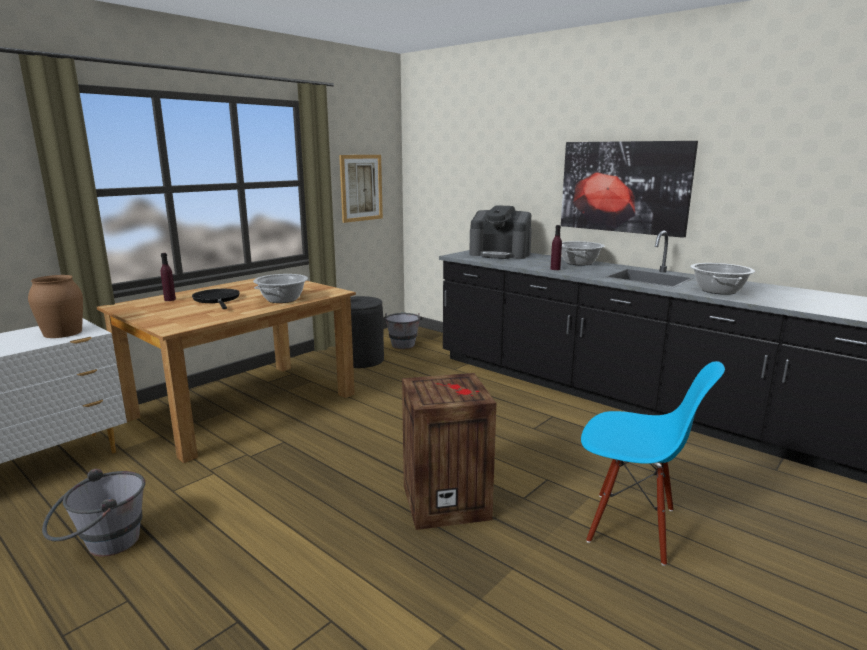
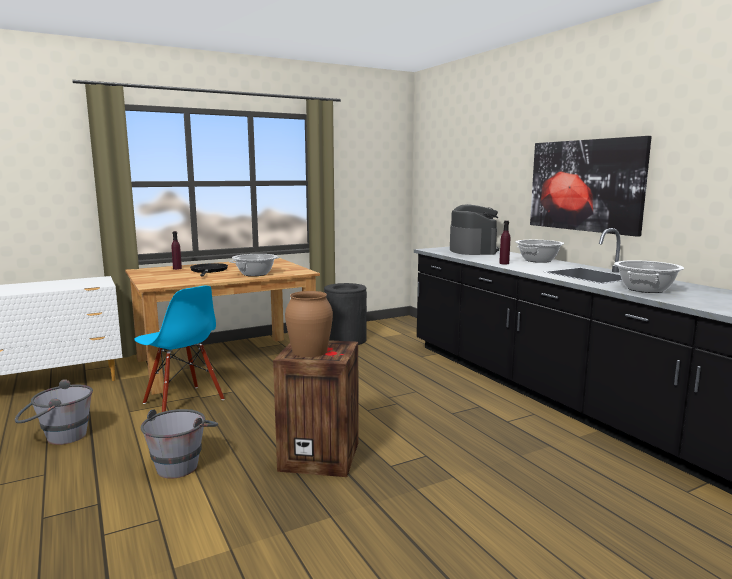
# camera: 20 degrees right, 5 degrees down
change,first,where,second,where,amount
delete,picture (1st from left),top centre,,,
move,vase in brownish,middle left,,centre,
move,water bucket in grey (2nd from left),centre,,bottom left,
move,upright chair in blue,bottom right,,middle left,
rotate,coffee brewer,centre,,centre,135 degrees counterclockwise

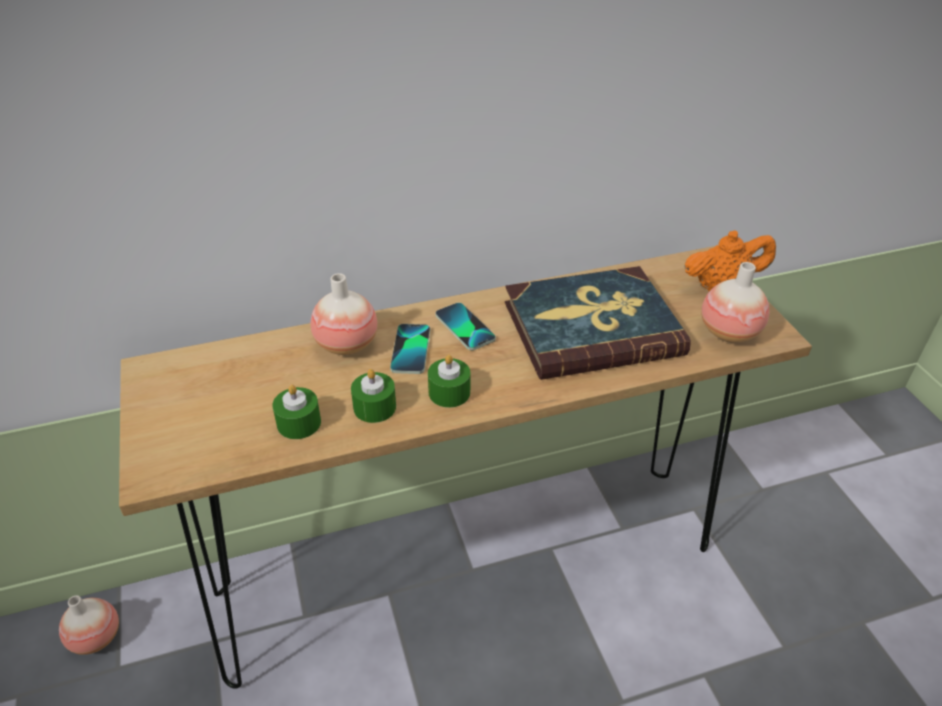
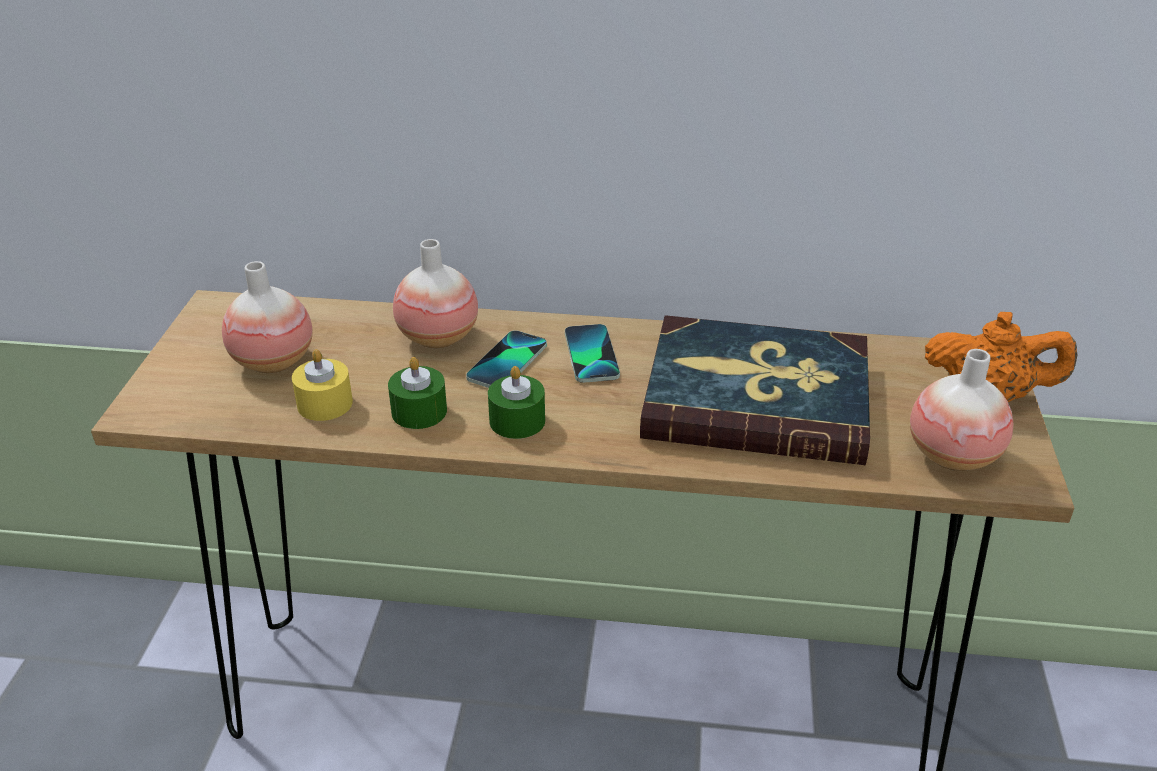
# camera: 25 degrees right, 5 degrees down
change,first,where,second,where,amount
move,vase (1st from left),bottom left,,middle left,
recolor,wax candle in green (1st from left),middle left,wax candle in yellow,middle left,

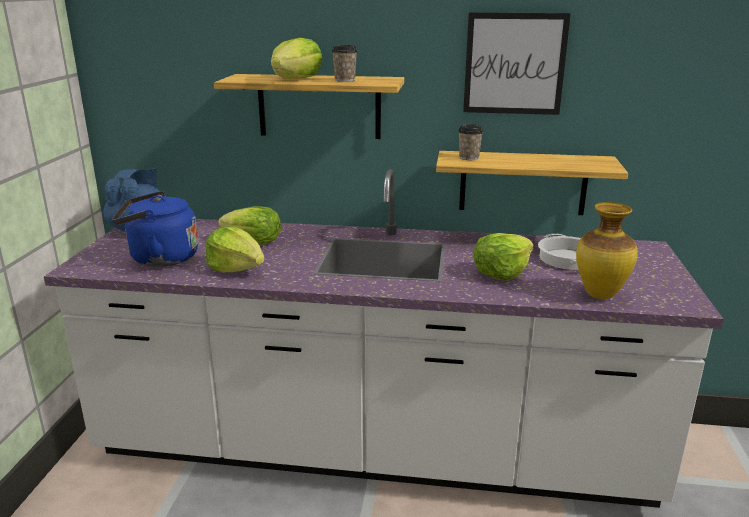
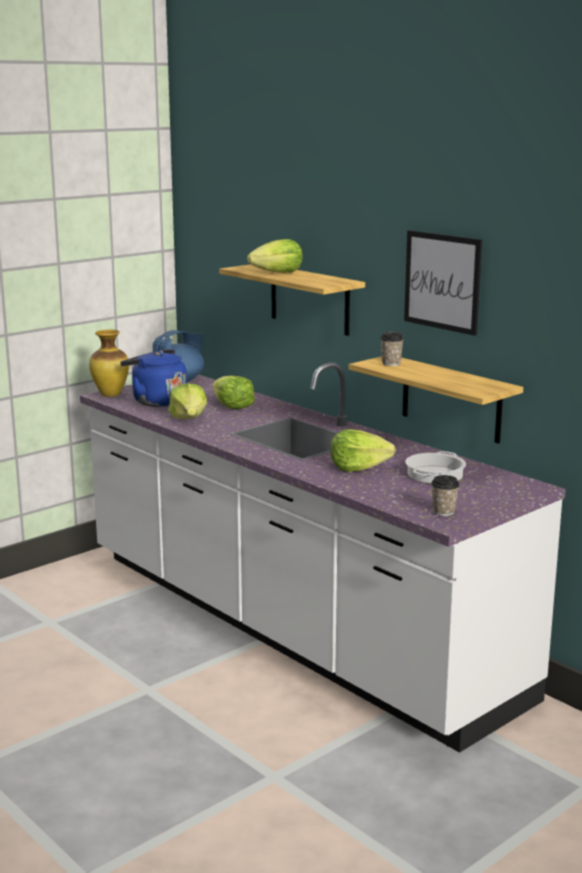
# camera: 40 degrees right, 5 degrees down
change,first,where,second,where,amount
move,small cup (1st from left in the first image),top centre,small cup (2nd from left),middle right,
move,vase,middle right,,middle left,

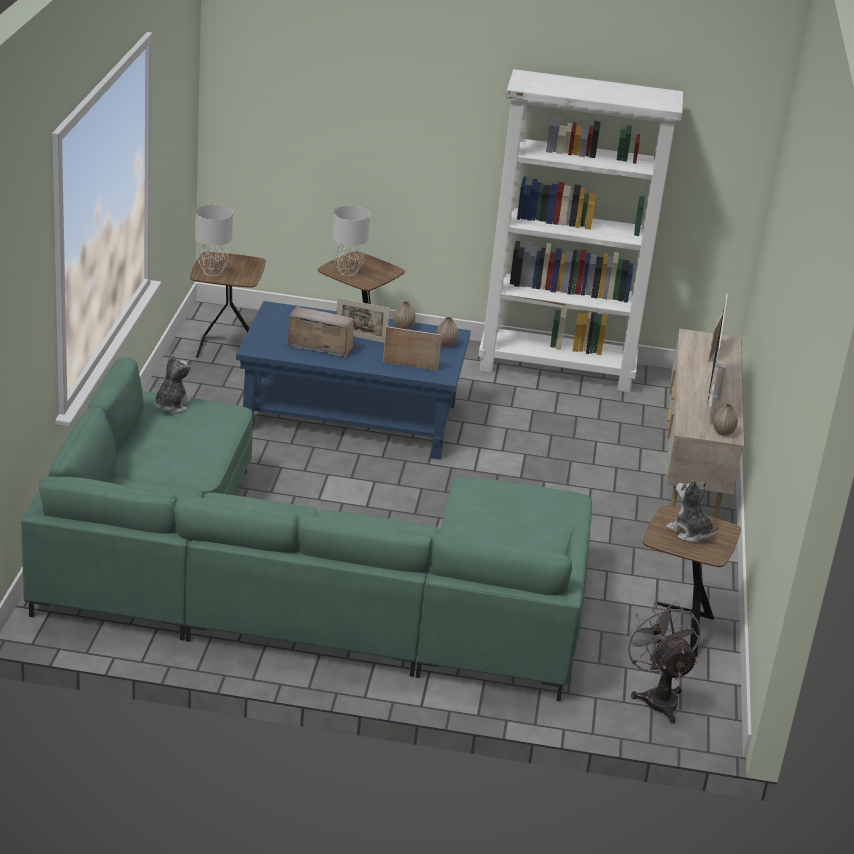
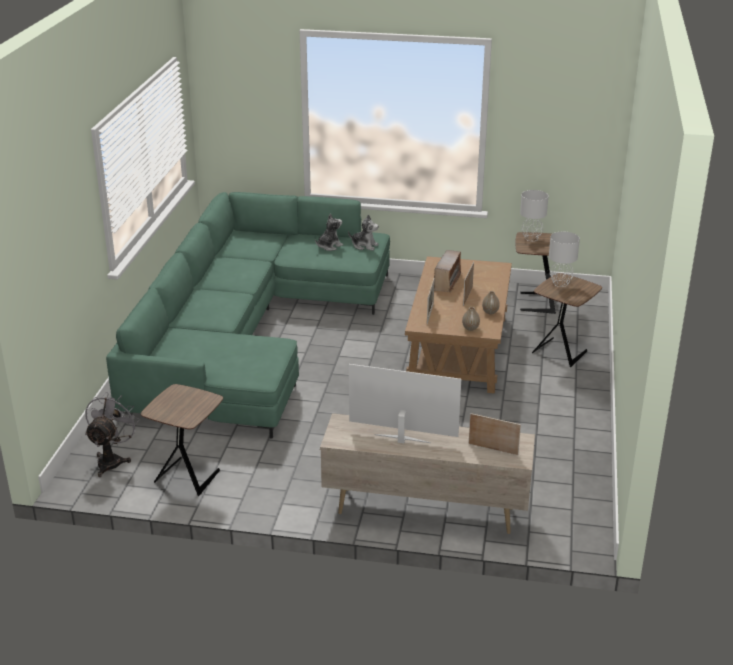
# camera: 95 degrees right, 0 degrees up
change,first,where,second,where,amount
delete,shelving unit in white,top right,,,
delete,vase (3rd from left),middle right,,,
move,plush toy (2nd from left in the first image),middle right,plush toy (1st from left),centre,
recolor,coffee table in blue,centre,coffee table in brownish,centre,
rotate,fan in grey,bottom right,,middle left,60 degrees counterclockwise

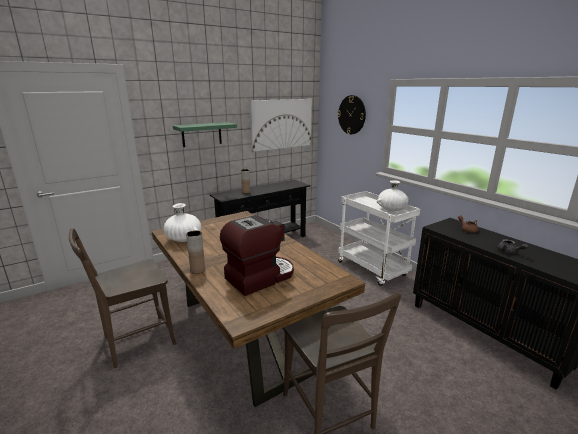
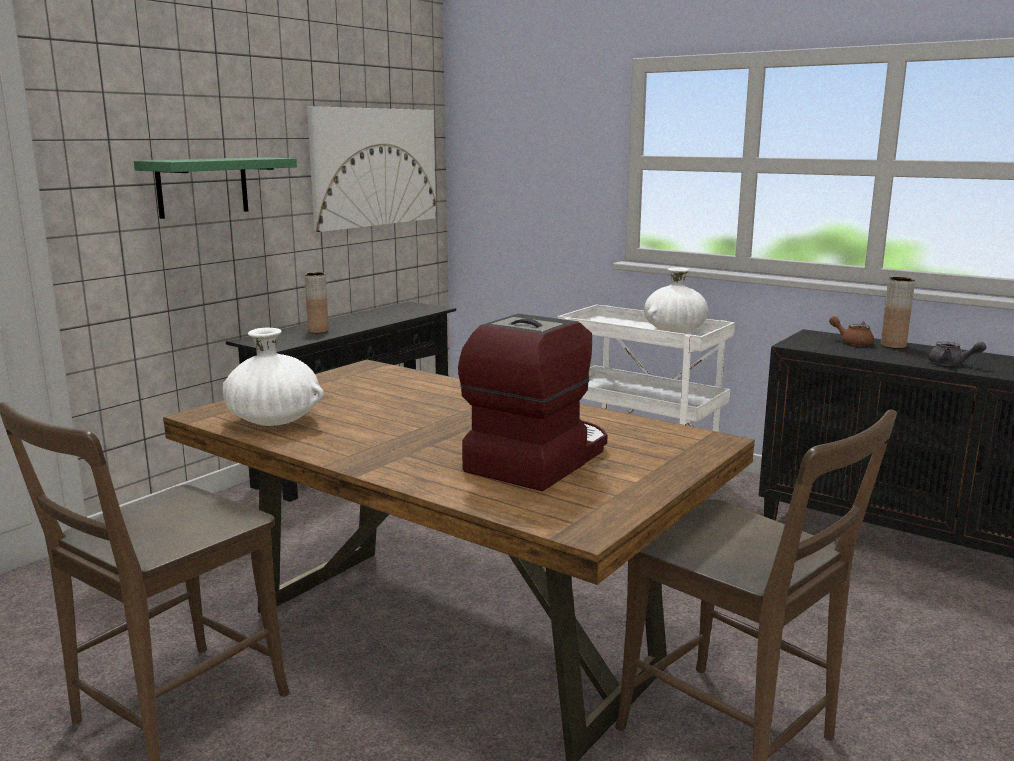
# camera: 20 degrees left, 5 degrees down
change,first,where,second,where,amount
delete,clock on the wall,top centre,,,
move,vase in brownish (1st from left in the first image),centre,vase in brownish (2nd from left),middle right,

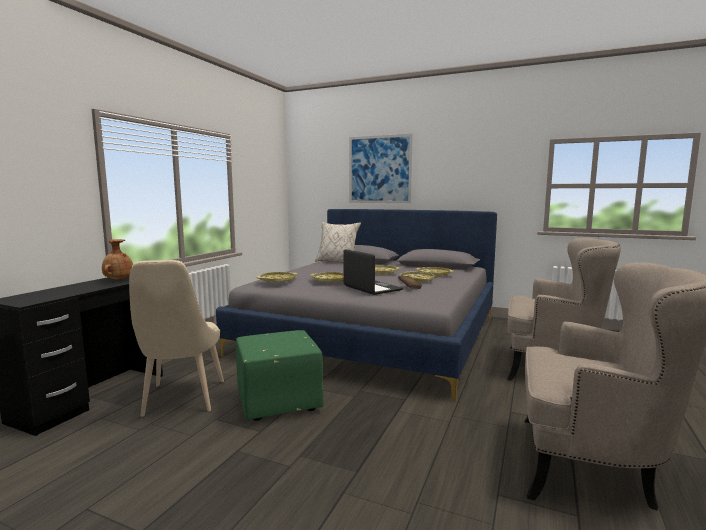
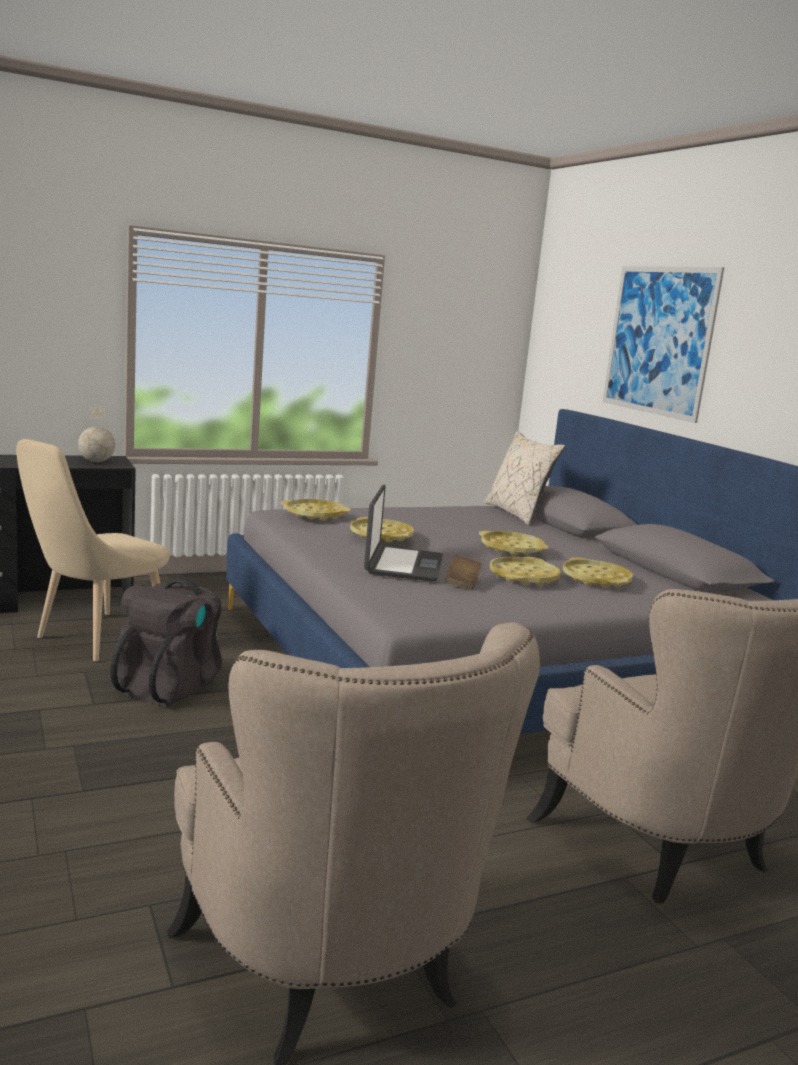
# camera: 40 degrees right, 5 degrees up
change,first,where,second,where,amount
replace,vase in brownish,middle left,world globe,middle left,
replace,ottoman in green,bottom centre,backpack in blackish,middle left,

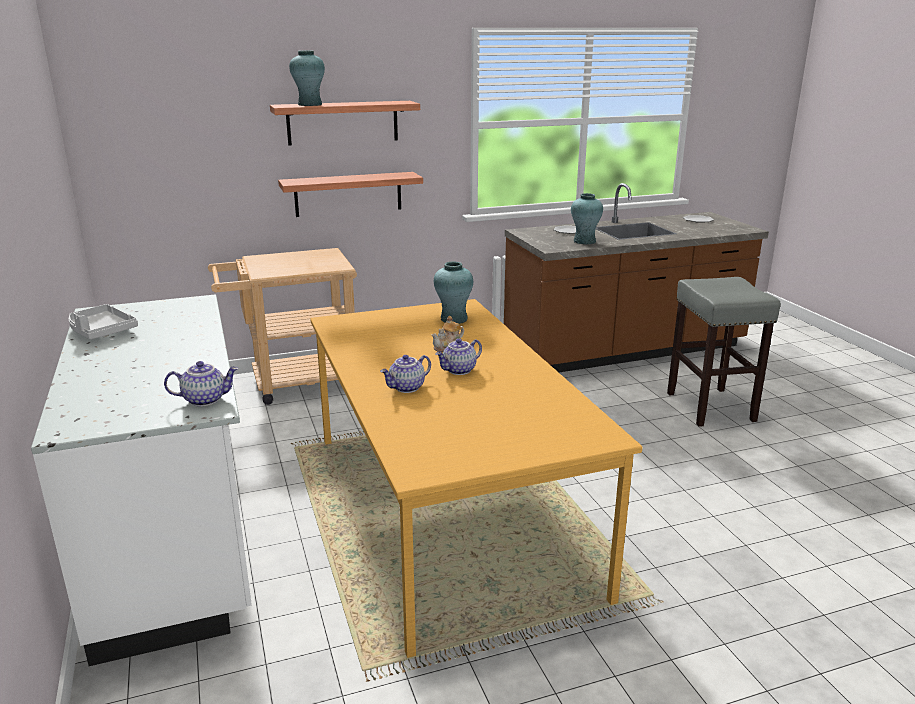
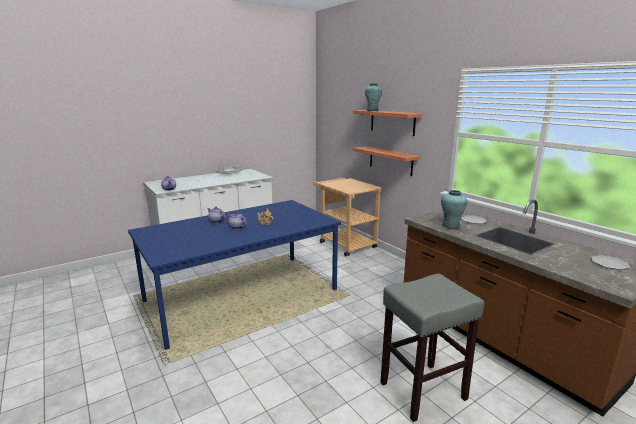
# camera: 75 degrees right, 5 degrees down
change,first,where,second,where,amount
delete,vase in blue-green (2nd from left),centre,,,
recolor,dinner table in orange,bottom centre,dinner table in blue,centre,

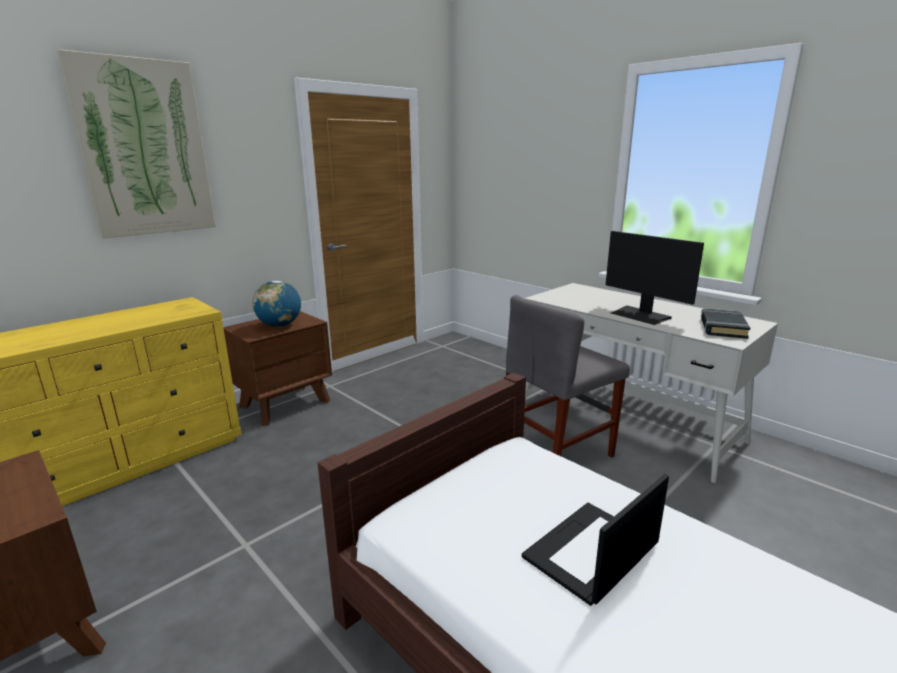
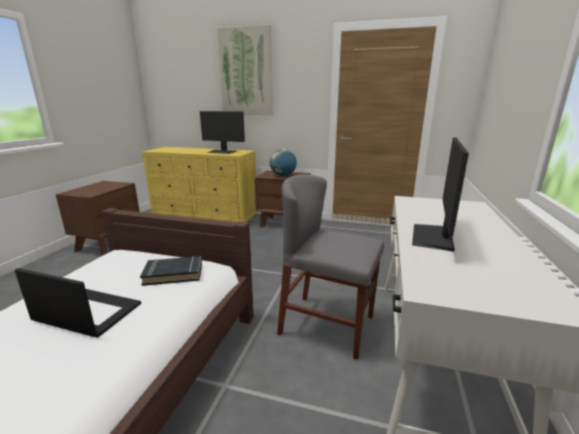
# camera: 60 degrees right, 0 degrees up
change,first,where,second,where,amount
insert,,,computer display (1st from left),top centre,
move,volume in blackish,middle right,,middle left,

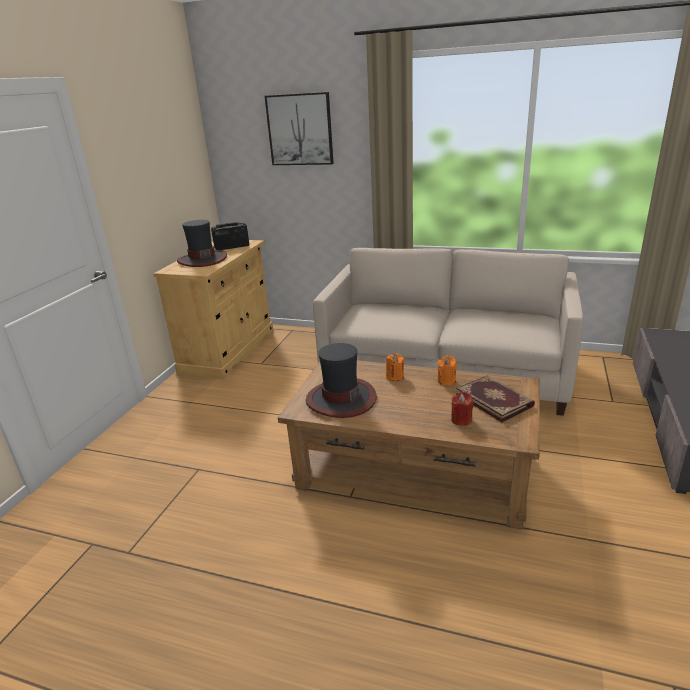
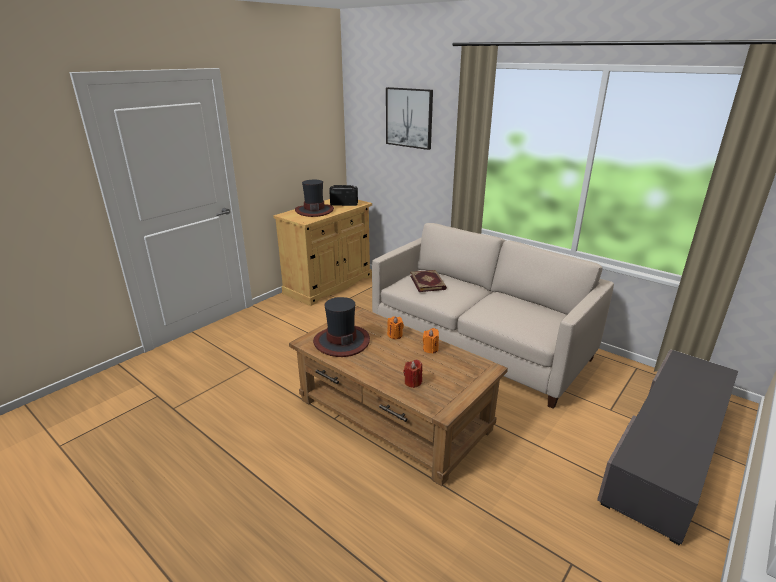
# camera: 20 degrees right, 0 degrees up
change,first,where,second,where,amount
move,volume,middle right,,centre,

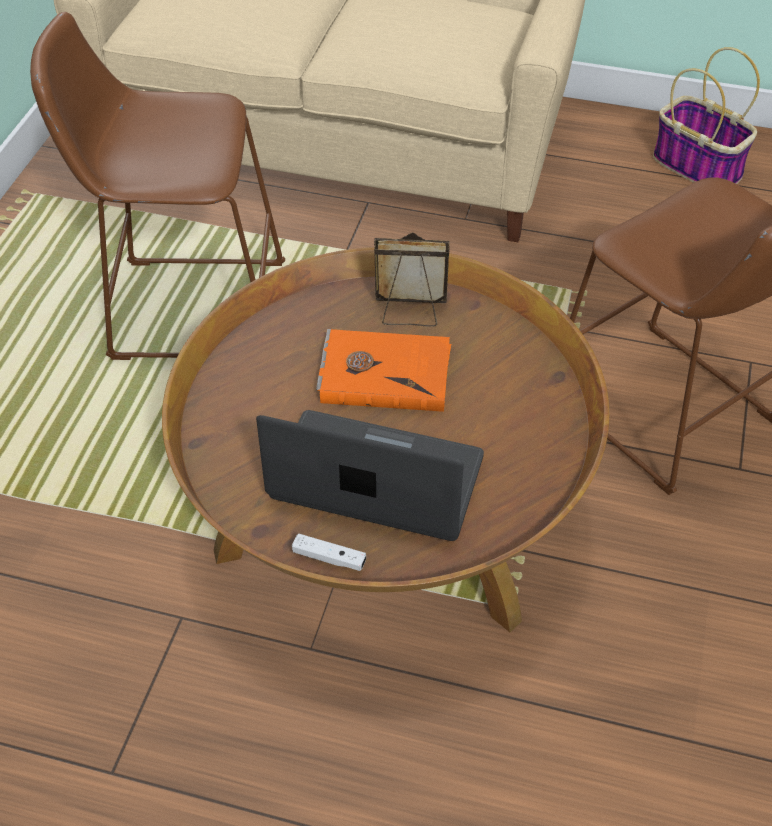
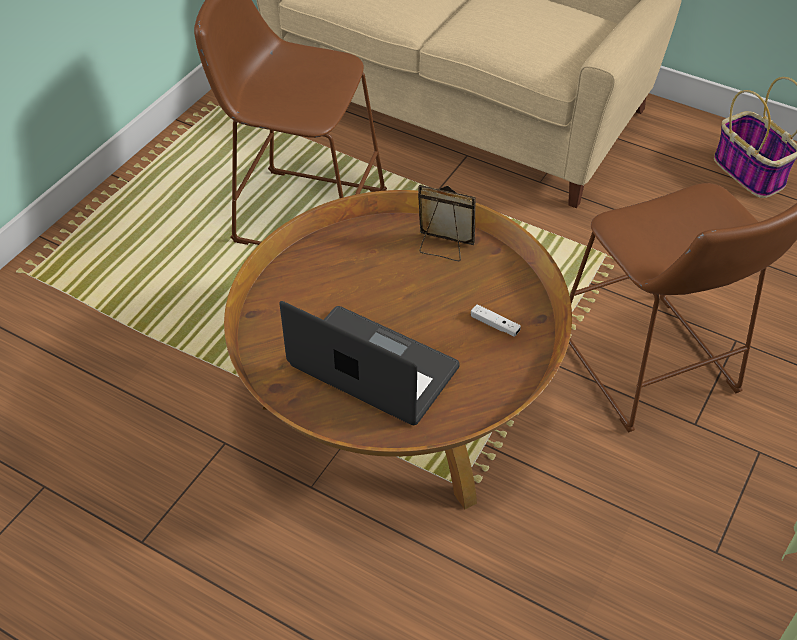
# camera: 15 degrees right, 0 degrees up
change,first,where,second,where,amount
delete,volume in orange,centre,,,
move,joypad in white,bottom centre,,centre,

